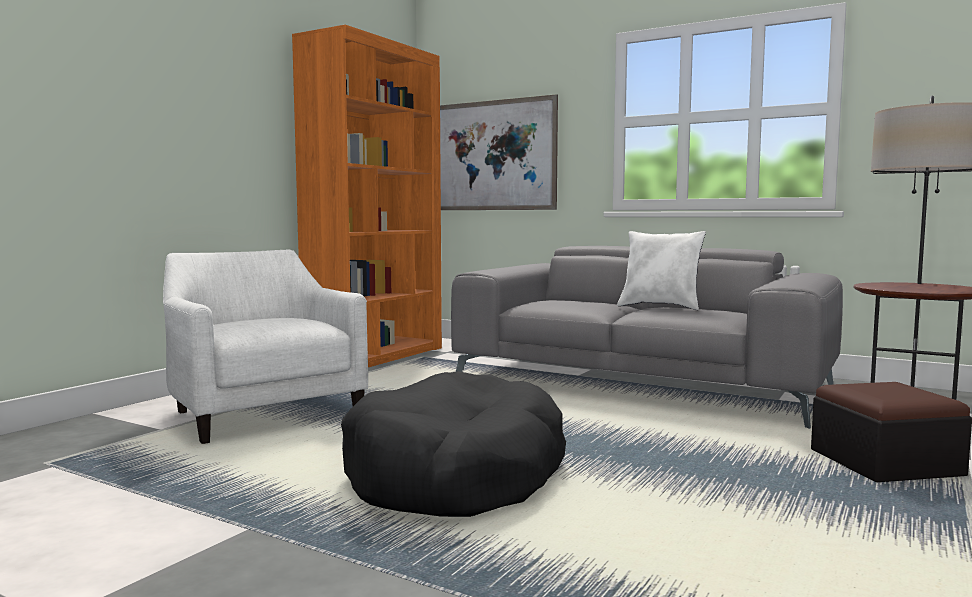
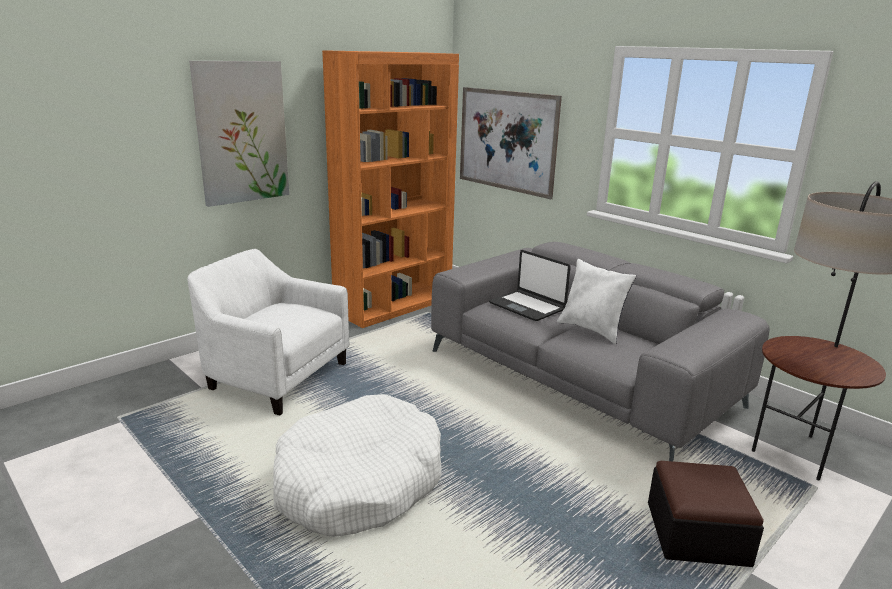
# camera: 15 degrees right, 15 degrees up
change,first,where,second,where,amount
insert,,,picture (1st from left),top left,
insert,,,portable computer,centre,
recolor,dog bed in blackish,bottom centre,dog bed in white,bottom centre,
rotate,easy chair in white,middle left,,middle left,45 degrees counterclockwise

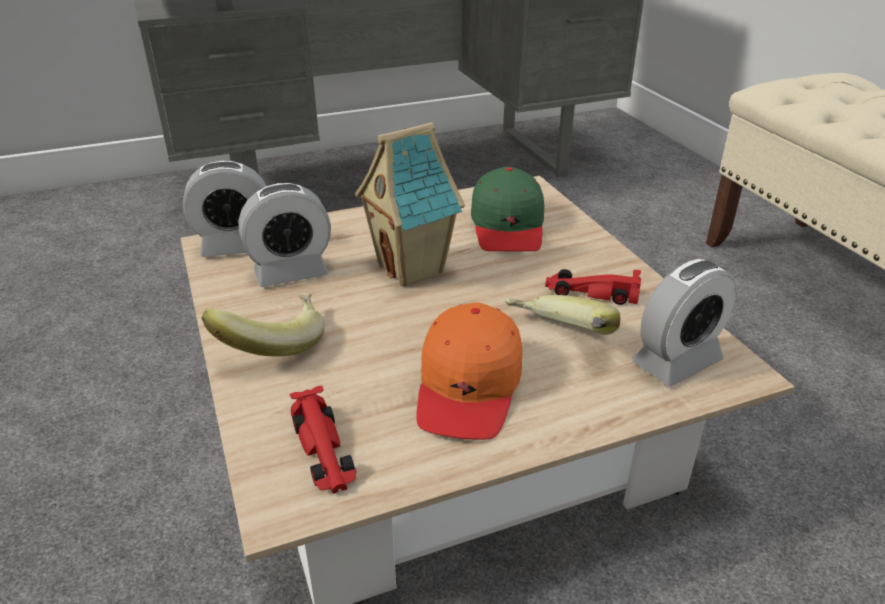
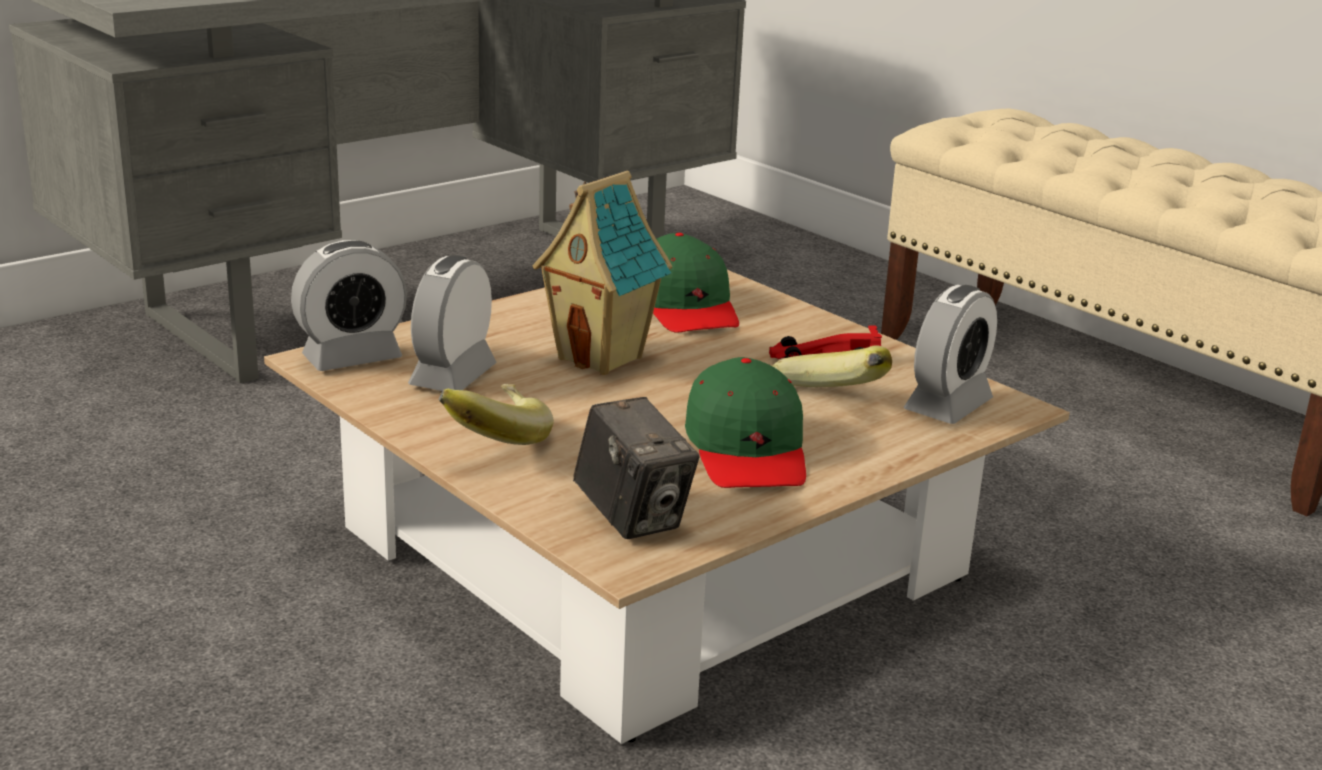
# camera: 20 degrees left, 10 degrees down
change,first,where,second,where,amount
replace,miniature car in red (1st from left),bottom centre,photo camera,centre,
recolor,peaked cap in orange,centre,peaked cap in green (2nd from left),centre,
rotate,alarm clock (2nd from left),middle left,,centre,150 degrees clockwise

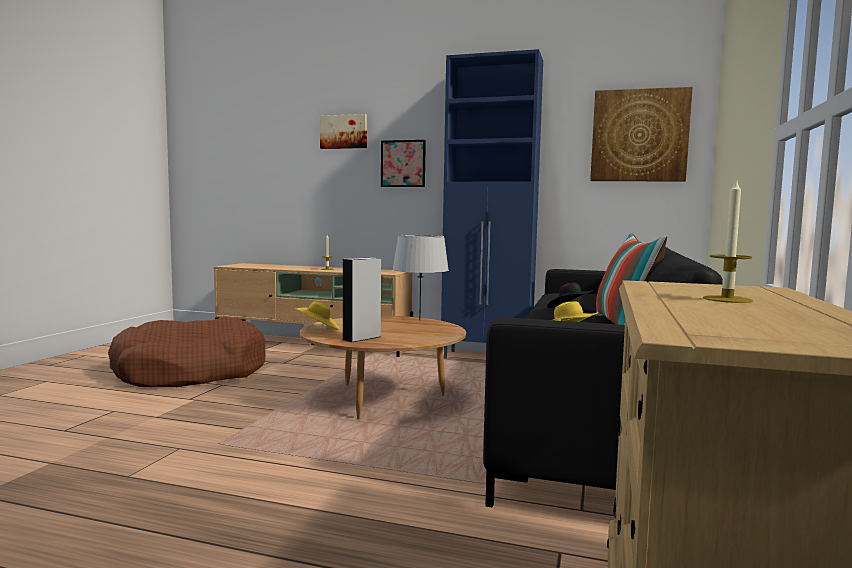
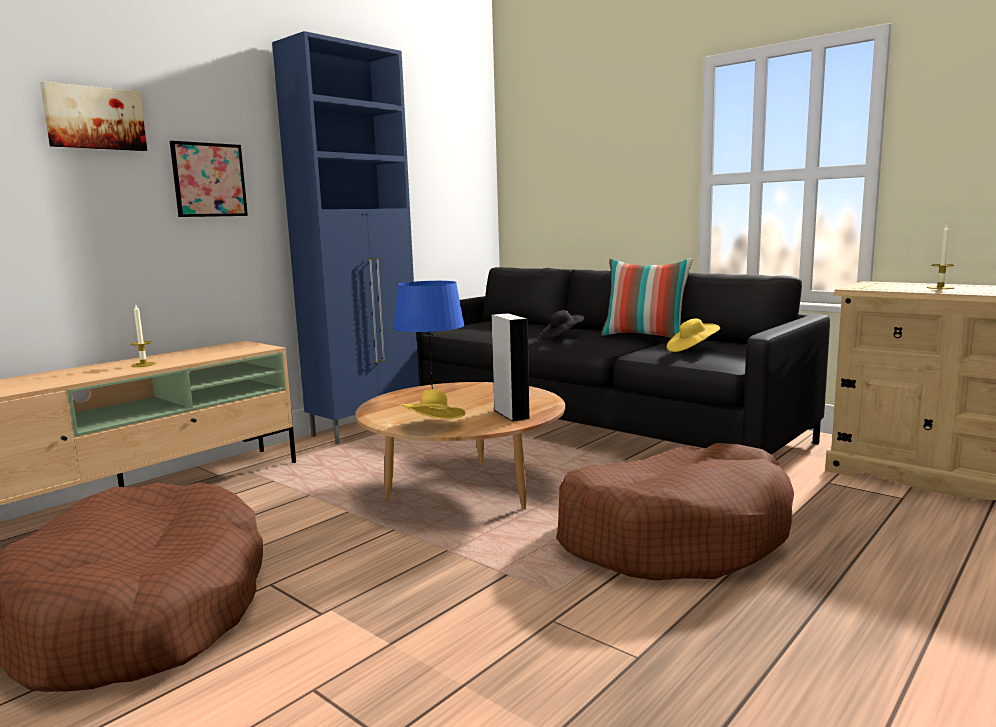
# camera: 65 degrees left, 5 degrees up
change,first,where,second,where,amount
delete,picture (3rd from left),top right,,,
insert,,,dog bed in brownish (2nd from left),bottom right,
recolor,table lamp in grey,centre,table lamp in blue,centre,

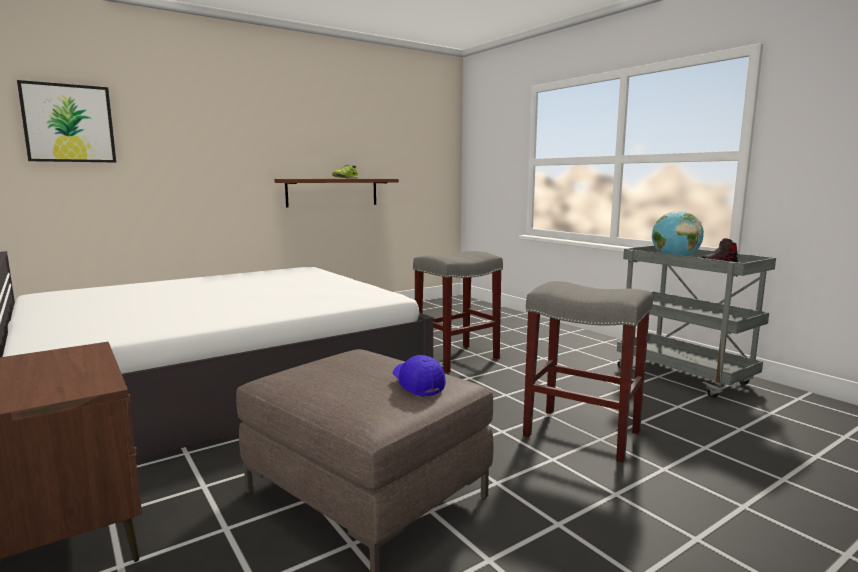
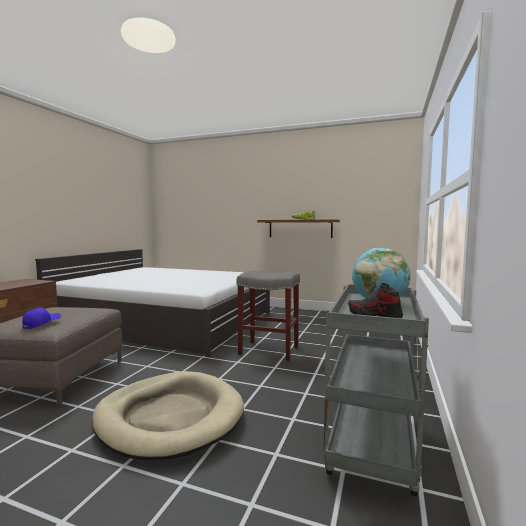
# camera: 55 degrees right, 5 degrees down
change,first,where,second,where,amount
delete,picture,top left,,,
replace,sitting stool in grey (2nd from left),middle right,dog bed in sand-coloured,bottom left,

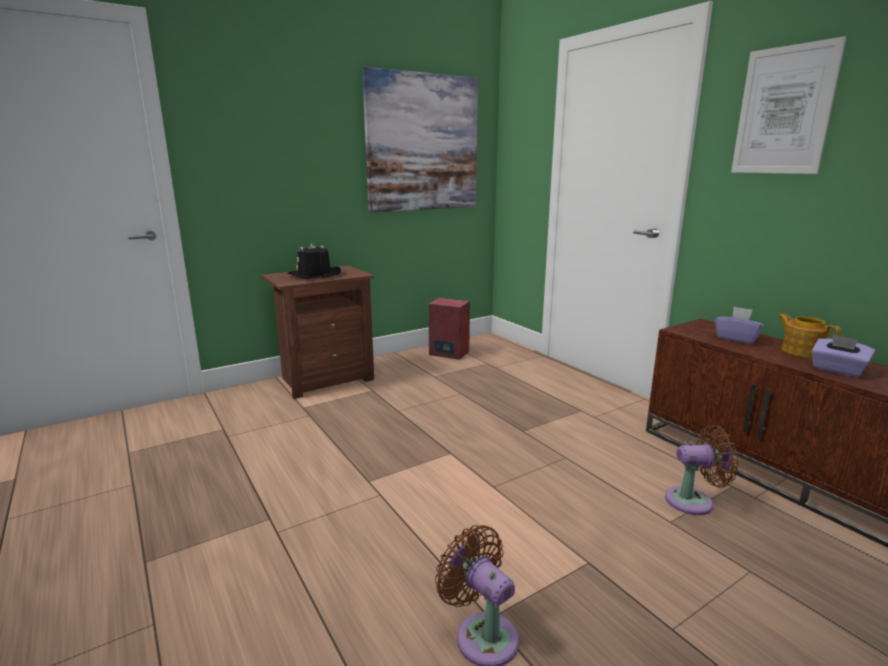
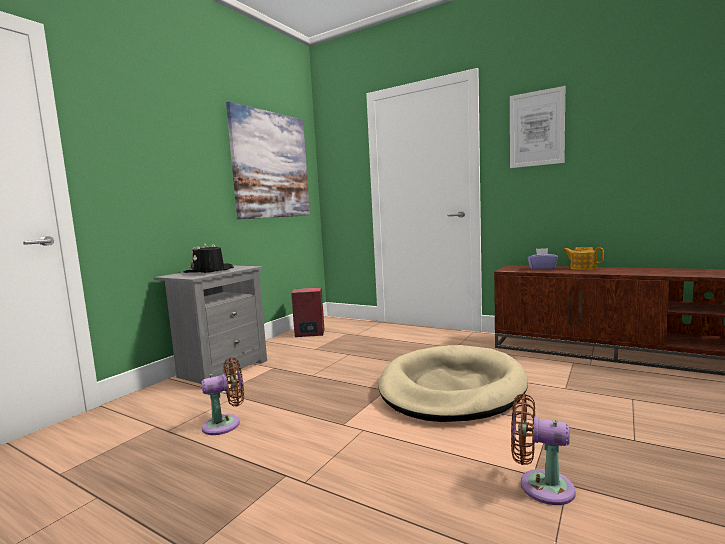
# camera: 25 degrees left, 10 degrees down
change,first,where,second,where,amount
delete,tissue holder in purplish (2nd from left),middle right,,,
insert,,,dog bed in sand-coloured,bottom centre,
move,fan in brownish (2nd from left in the first image),bottom right,fan in brownish (1st from left),bottom left,
recolor,night table in brownish,centre,night table in grey,middle left,

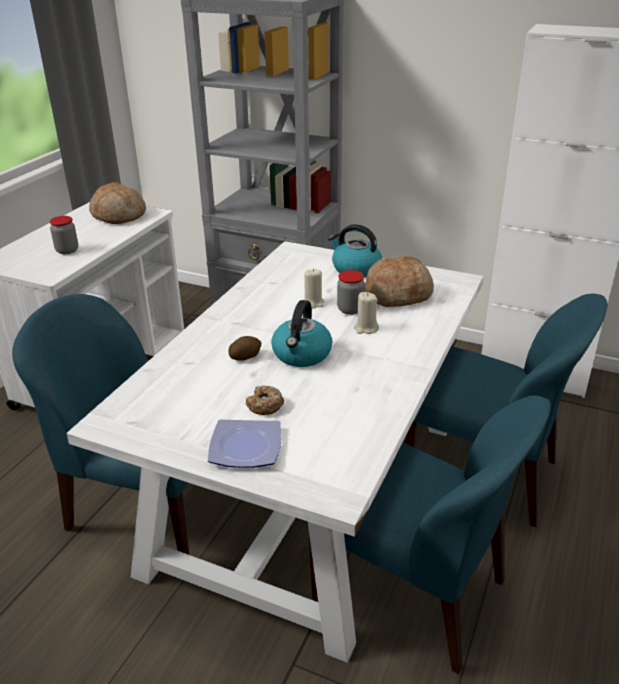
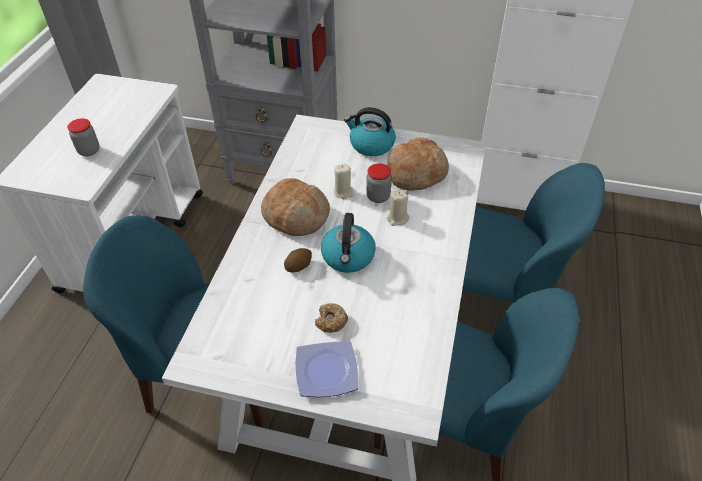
# camera: 10 degrees left, 15 degrees up
change,first,where,second,where,amount
move,bakery bread (1st from left),top left,,centre,

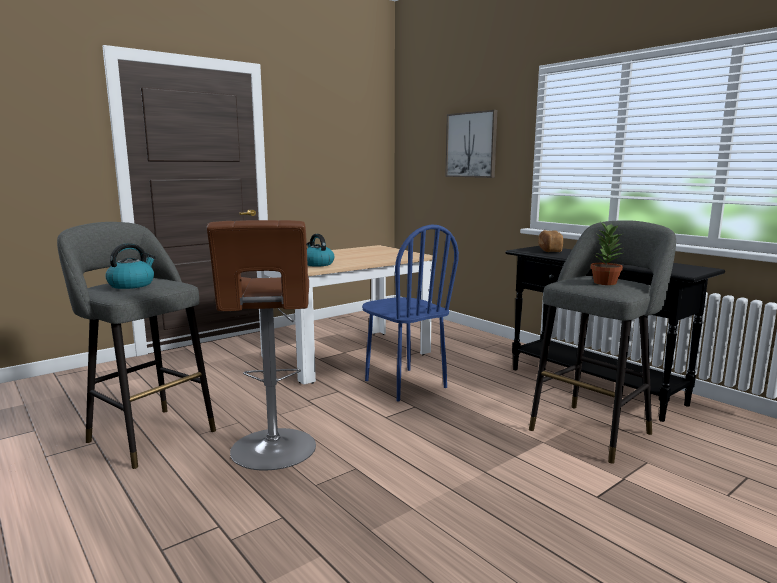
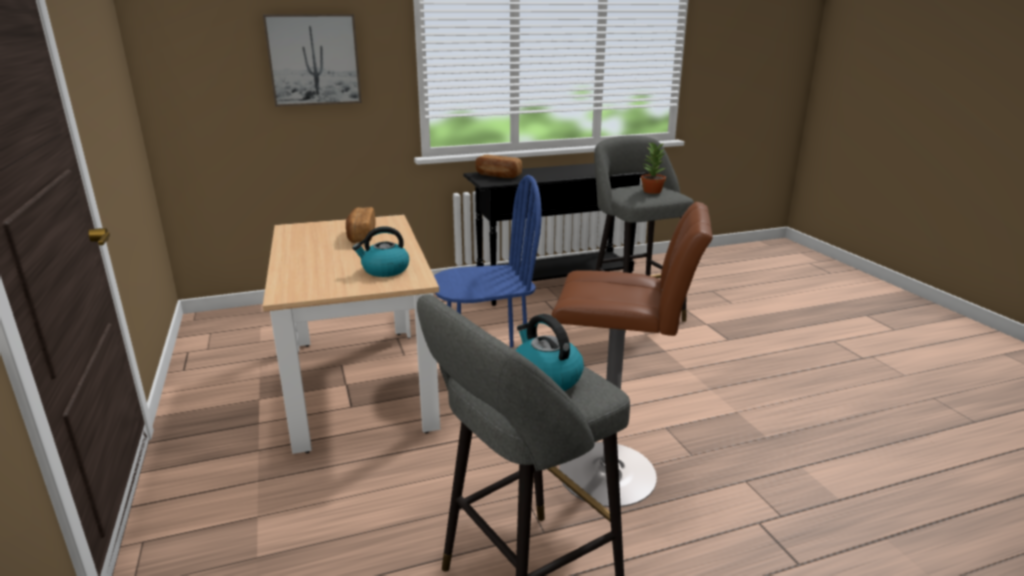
# camera: 70 degrees left, 10 degrees up
change,first,where,second,where,amount
insert,,,bakery bread (1st from left),centre,

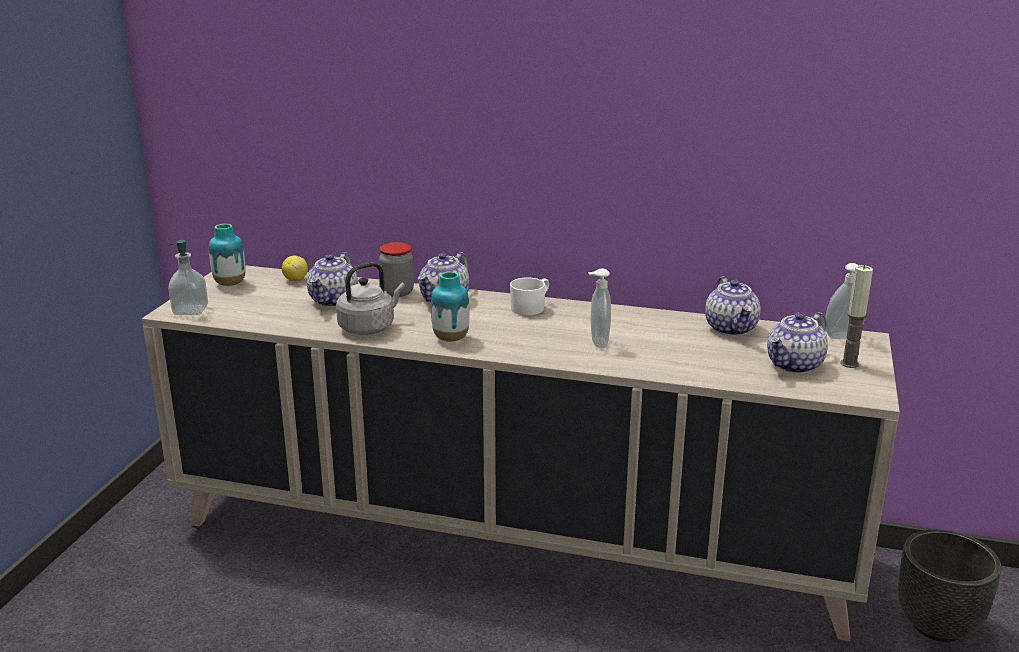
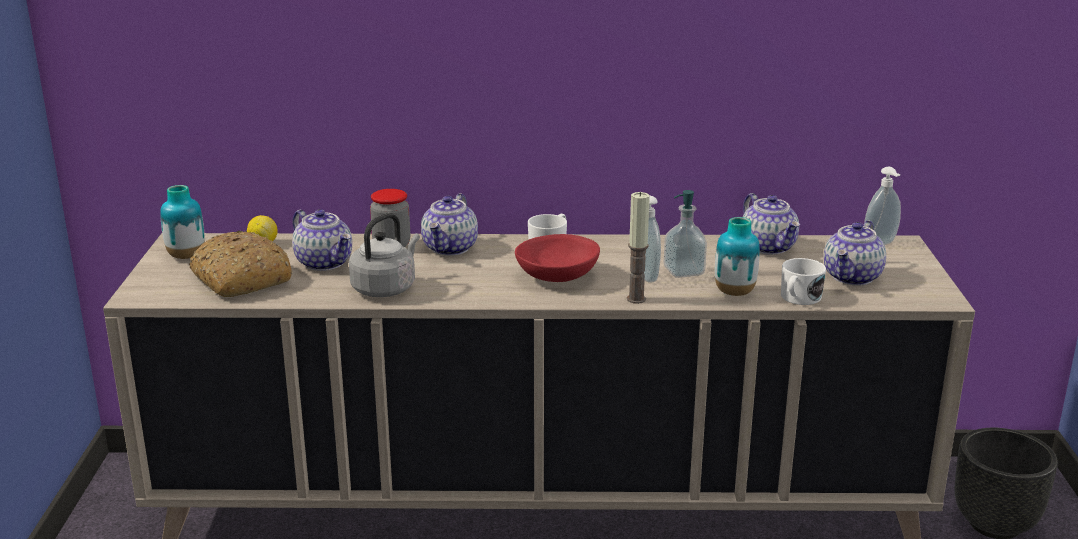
# camera: 15 degrees left, 0 degrees up
change,first,where,second,where,amount
insert,,,bakery bread,middle left,
insert,,,deep dish in red,centre,
insert,,,coffee mug in white (2nd from left),middle right,
move,soap bottle (1st from left in the first image),middle left,soap bottle (2nd from left),centre,
move,vase (2nd from left),centre,,middle right,
move,wax candle,middle right,,centre,
rotate,teapot (1st from left),middle left,,middle left,45 degrees counterclockwise

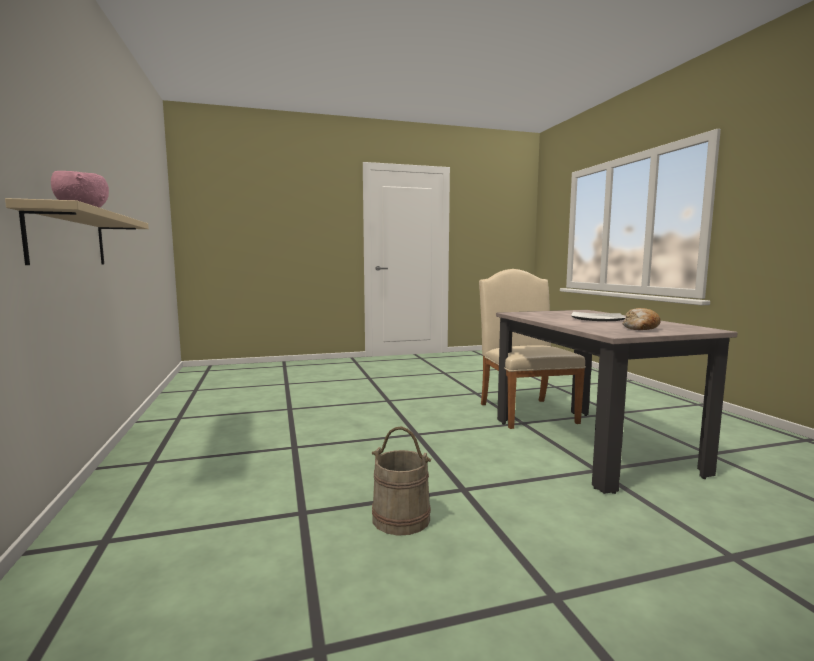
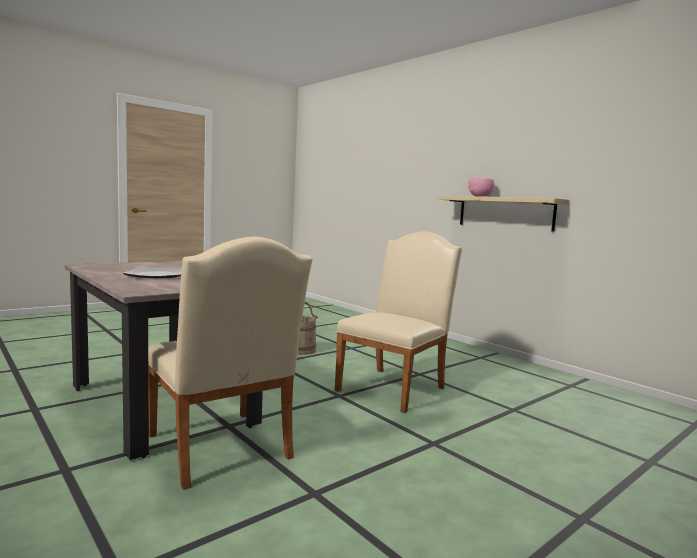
# camera: 155 degrees right, 0 degrees up
change,first,where,second,where,amount
delete,bakery bread,middle right,,,
insert,,,upright chair in sand-coloured (2nd from left),centre,

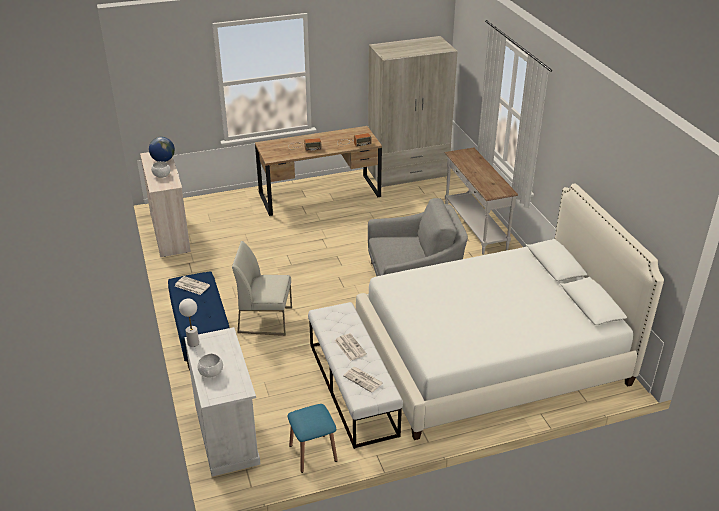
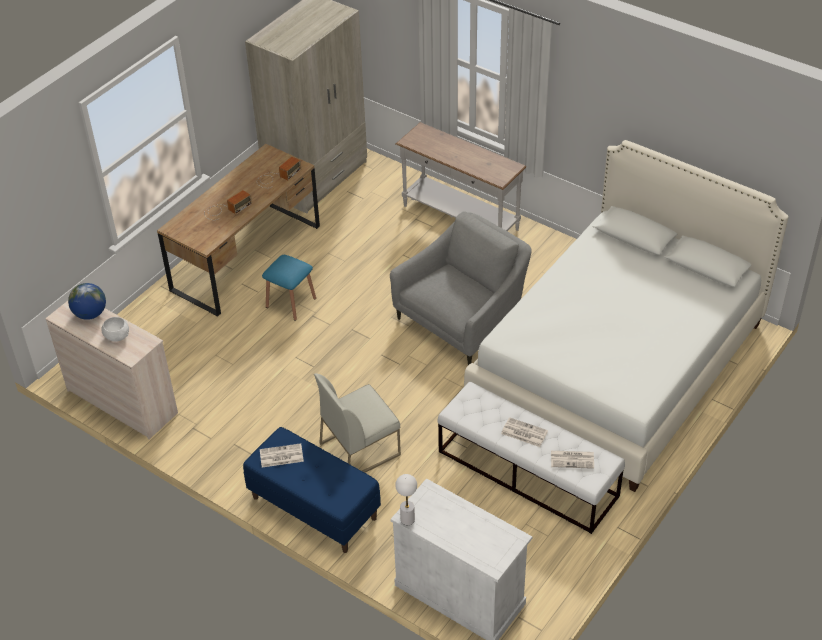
# camera: 35 degrees left, 10 degrees up
change,first,where,second,where,amount
delete,deep dish in white (2nd from left),bottom left,,,
move,sitting stool in blue,bottom centre,,centre,

